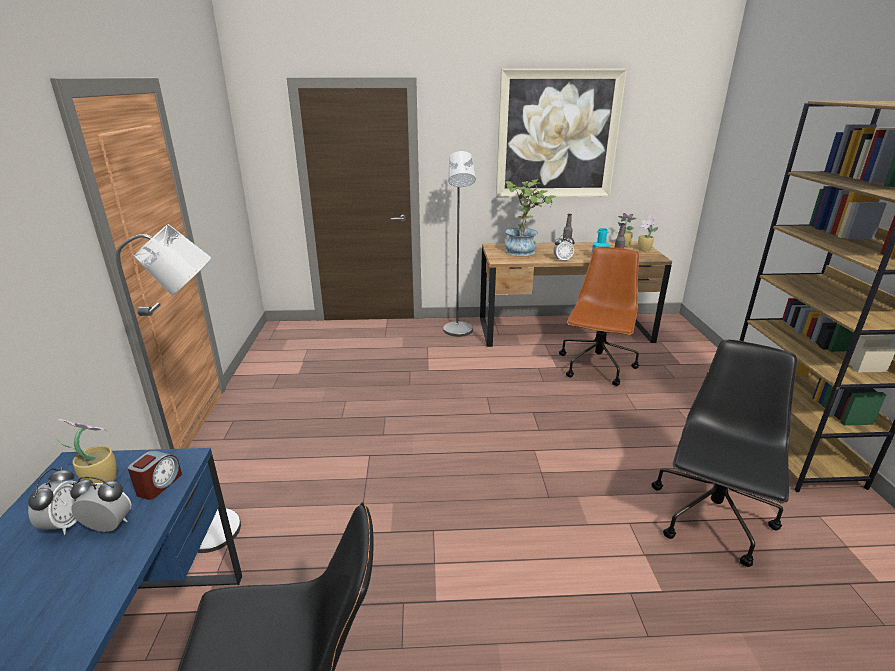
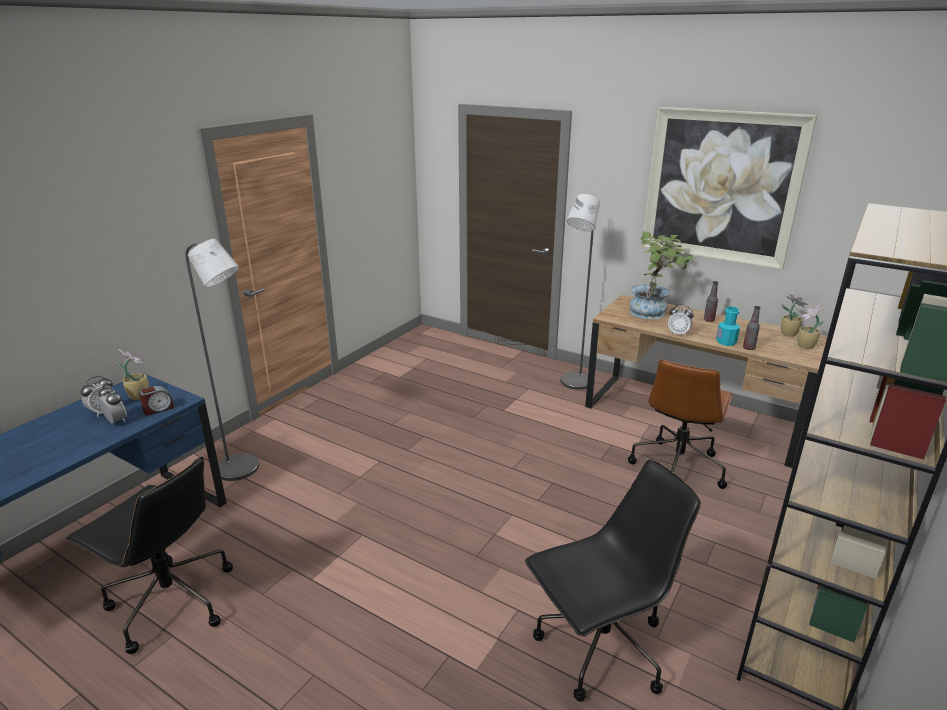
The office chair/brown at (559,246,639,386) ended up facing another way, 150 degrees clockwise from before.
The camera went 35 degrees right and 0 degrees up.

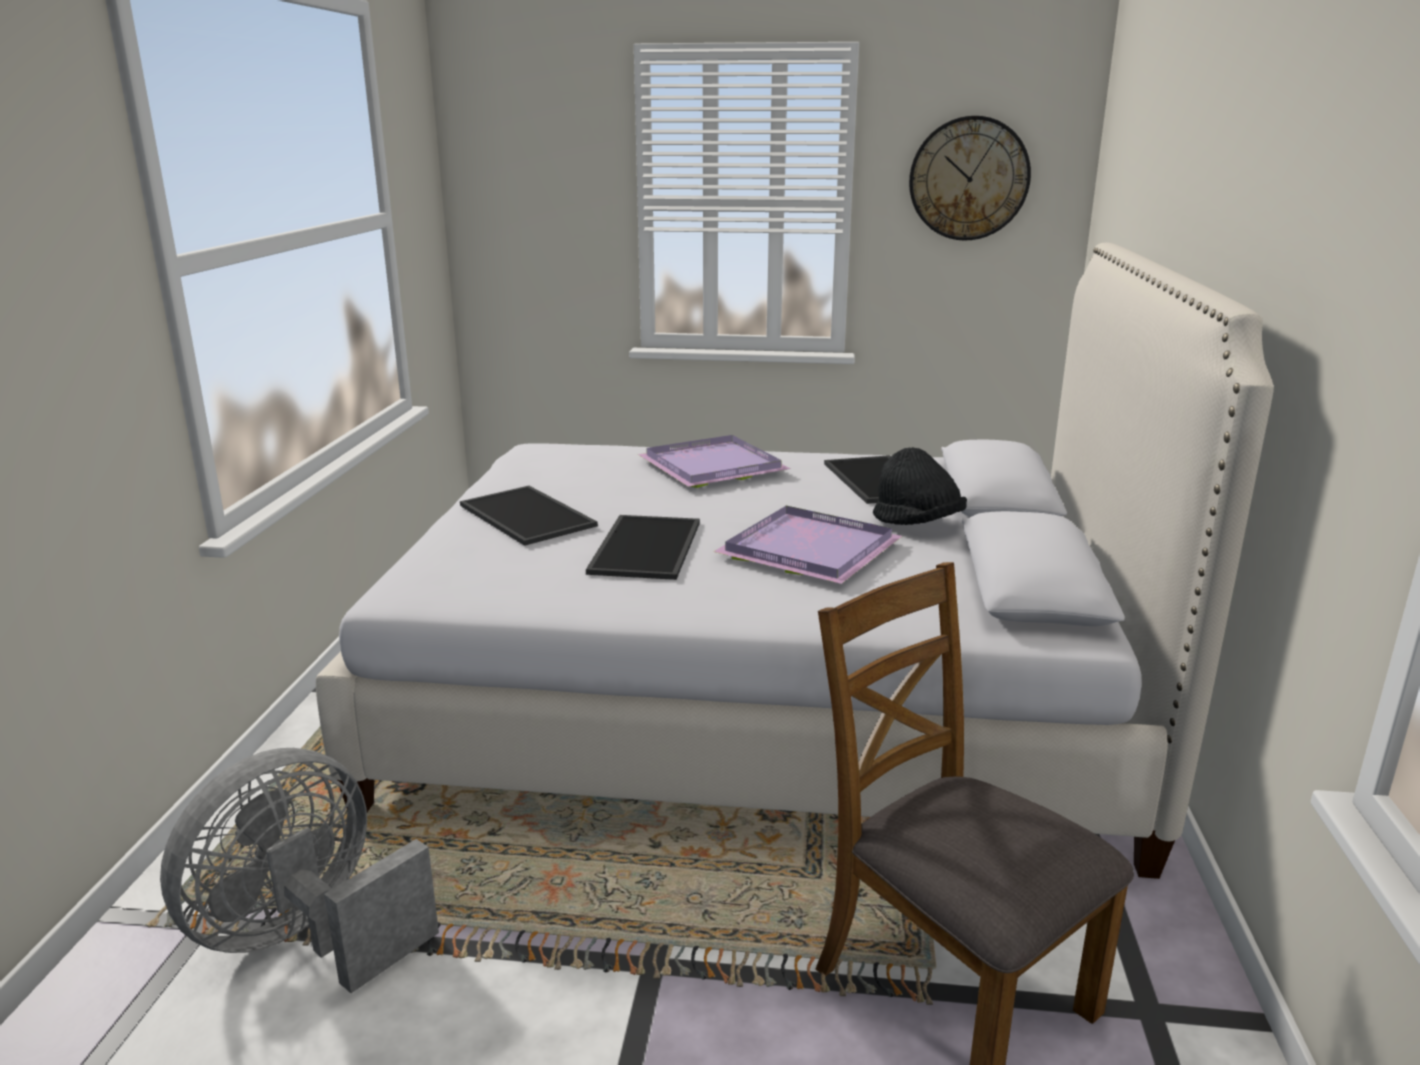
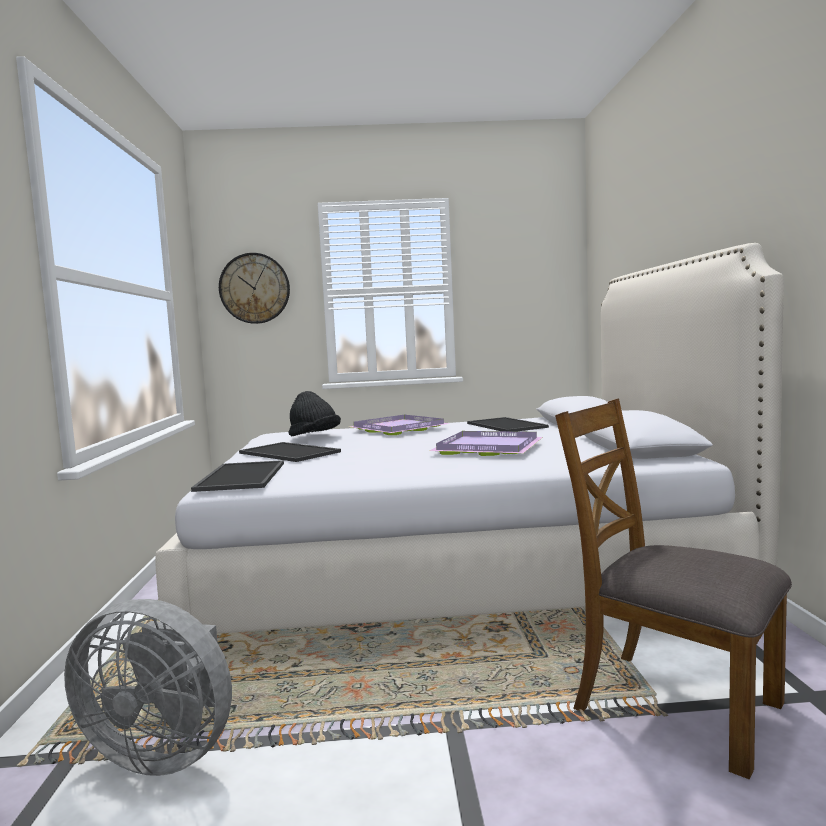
The fan/grey at (160,748,439,993) ended up facing another way, 105 degrees counterclockwise from before.
The tray ended up elsewhere, having gone from (586,515,700,580) to (191,460,284,492).
The hat/black ended up elsewhere, having gone from (873,447,967,525) to (288,391,341,436).
The wall clock ended up elsewhere, having gone from (909,116,1031,241) to (219,253,290,324).
The camera went 10 degrees left and 15 degrees down.

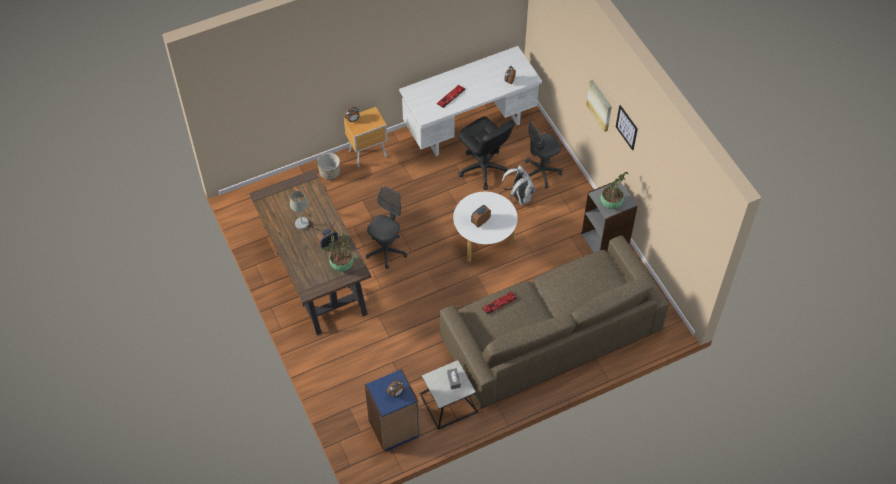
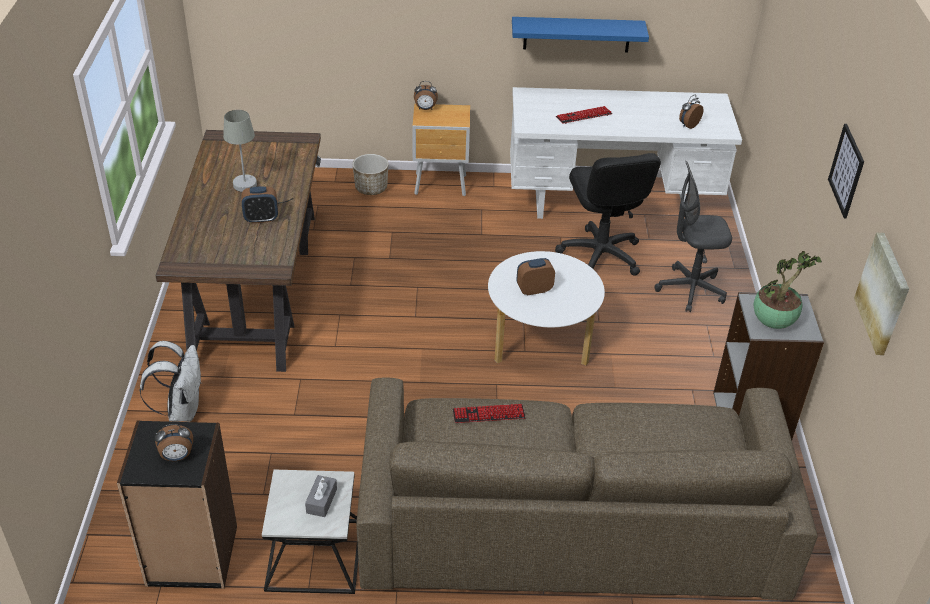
The second view lost the potted plant at (323,233,353,272).
What was the bookcase/blue at (365,369,420,452) turned into the bookcase/black at (117,420,237,589).
The second view lost the office chair/grey at (366,186,408,269).
The backpack/white ended up elsewhere, having gone from (501,165,535,205) to (139,341,202,422).
The picture ended up elsewhere, having gone from (586,80,612,132) to (854,233,909,355).
The second view gained the shelf/blue at (512,17,649,53).
The camera went 25 degrees right and 15 degrees down.

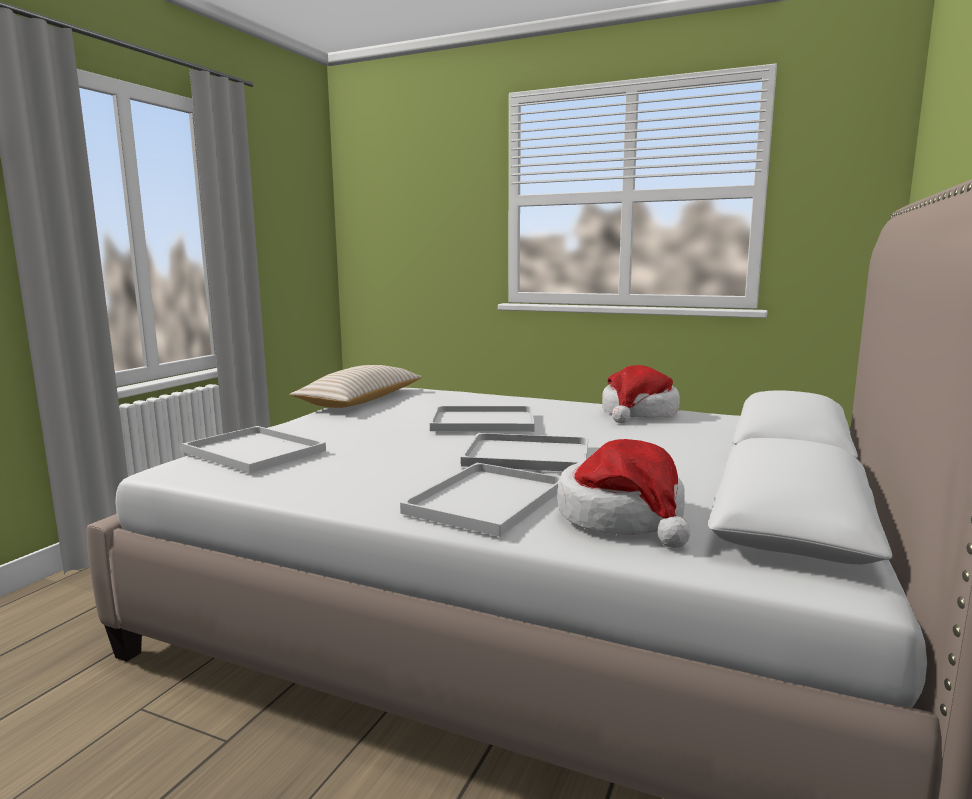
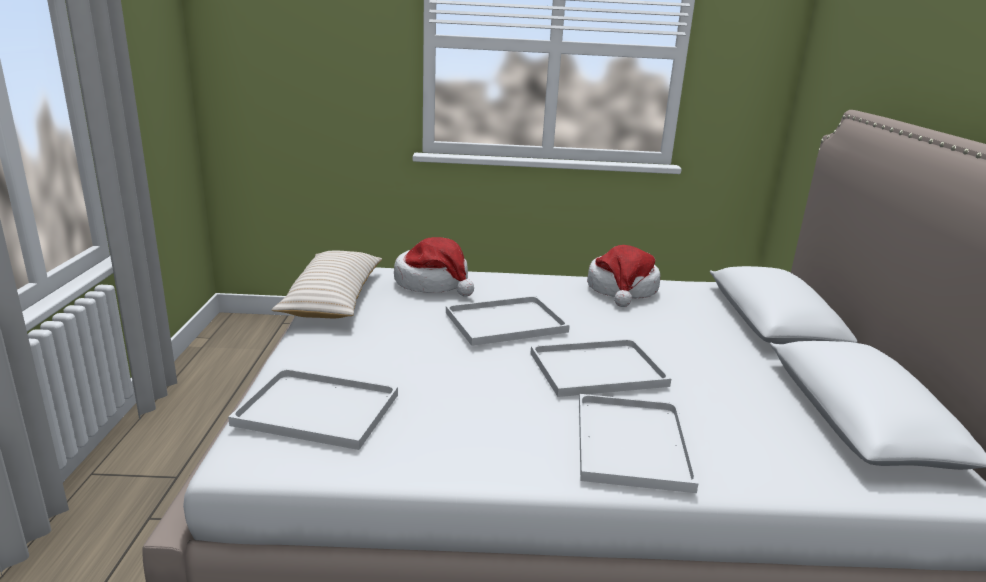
The hat ended up elsewhere, having gone from (557,439,690,548) to (394,237,474,297).
The camera went 25 degrees left and 10 degrees up.

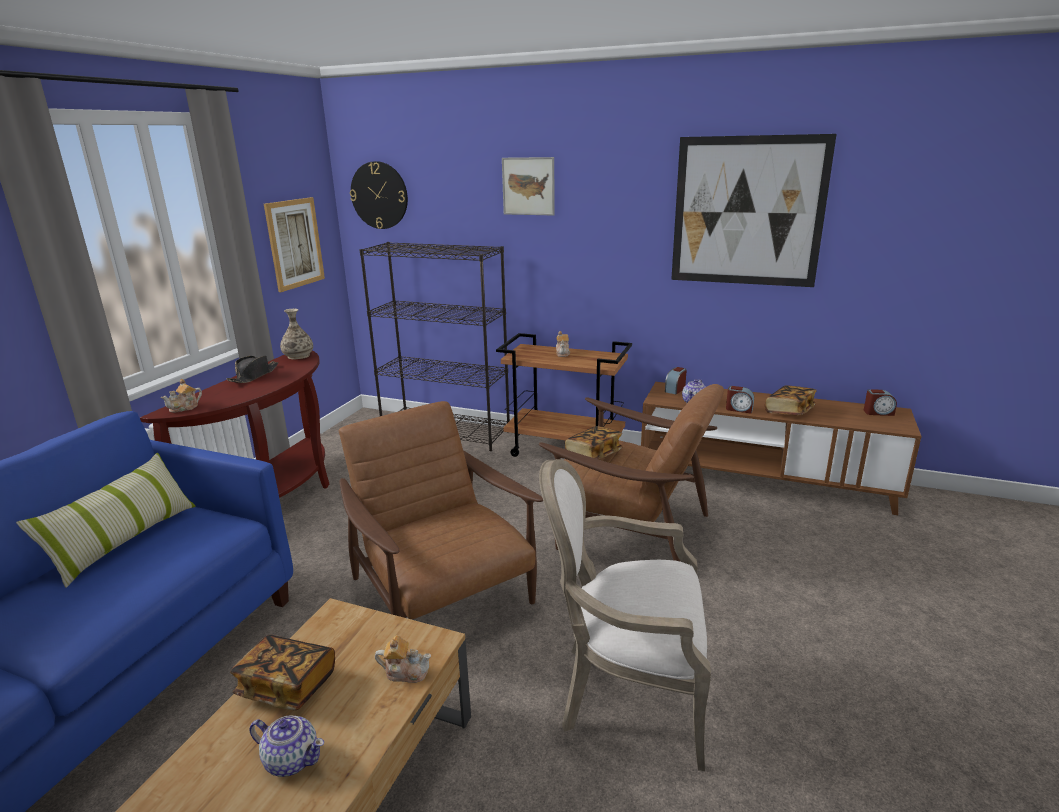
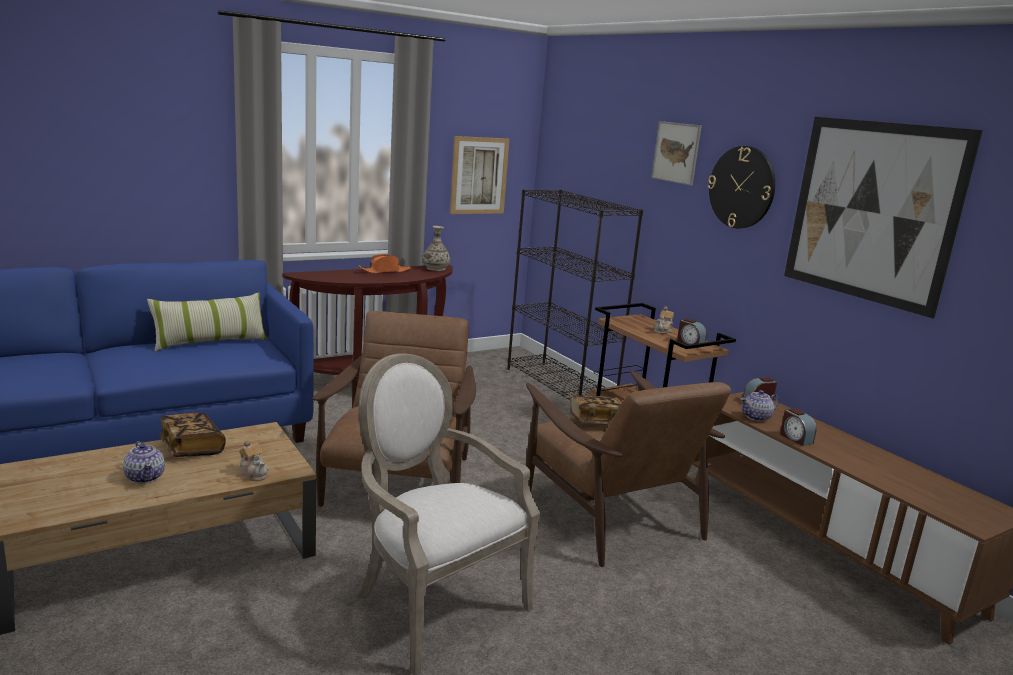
The second view lost the teapot at (161,379,202,413).
What was the hat/black at (227,356,278,383) turned into the hat/orange at (359,254,411,274).
The wall clock ended up elsewhere, having gone from (350,161,408,229) to (708,146,775,228).
The second view lost the book at (765,385,817,415).
The alarm clock ended up elsewhere, having gone from (864,389,897,416) to (677,318,707,348).
The camera went 35 degrees right and 5 degrees down.

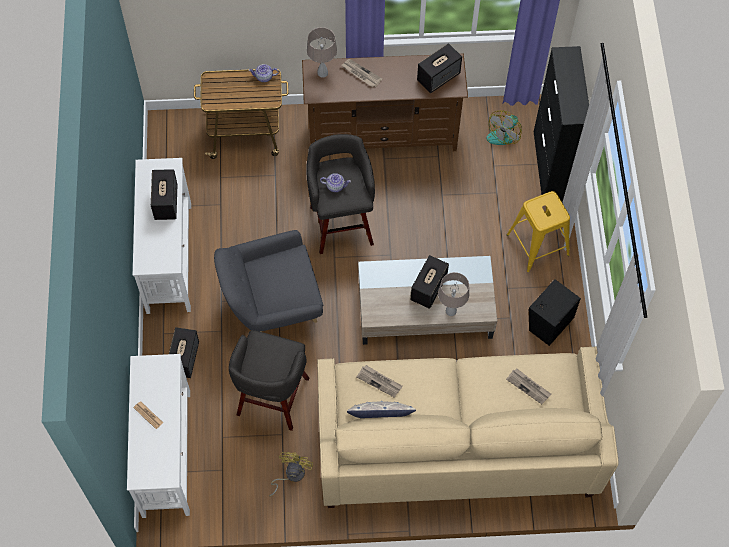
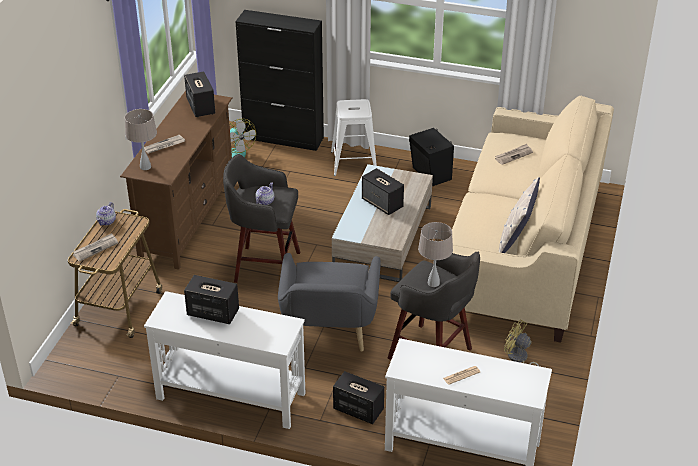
The newspaper ended up elsewhere, having gone from (356,365,403,398) to (73,233,118,262).
The table lamp/beige ended up elsewhere, having gone from (438,272,469,316) to (418,222,453,287).
What was the stool/yellow at (507,191,570,272) turned into the stool/white at (331,99,377,176).
The camera went 70 degrees left and 25 degrees down.

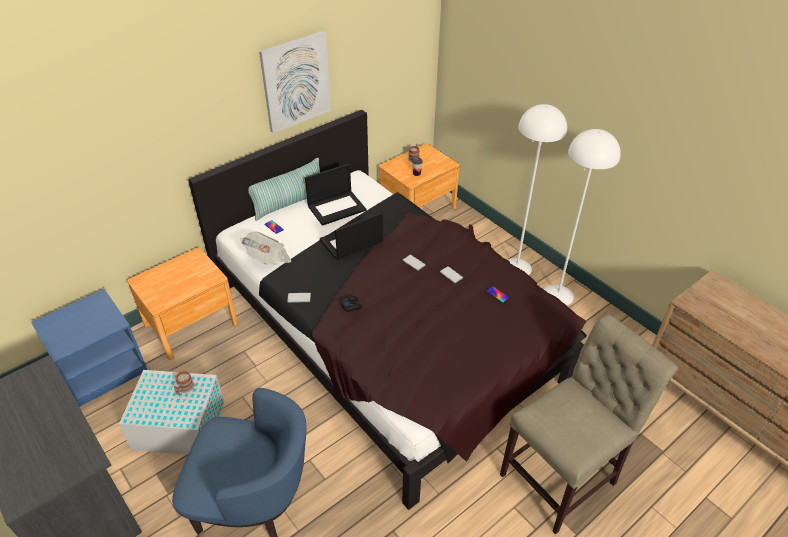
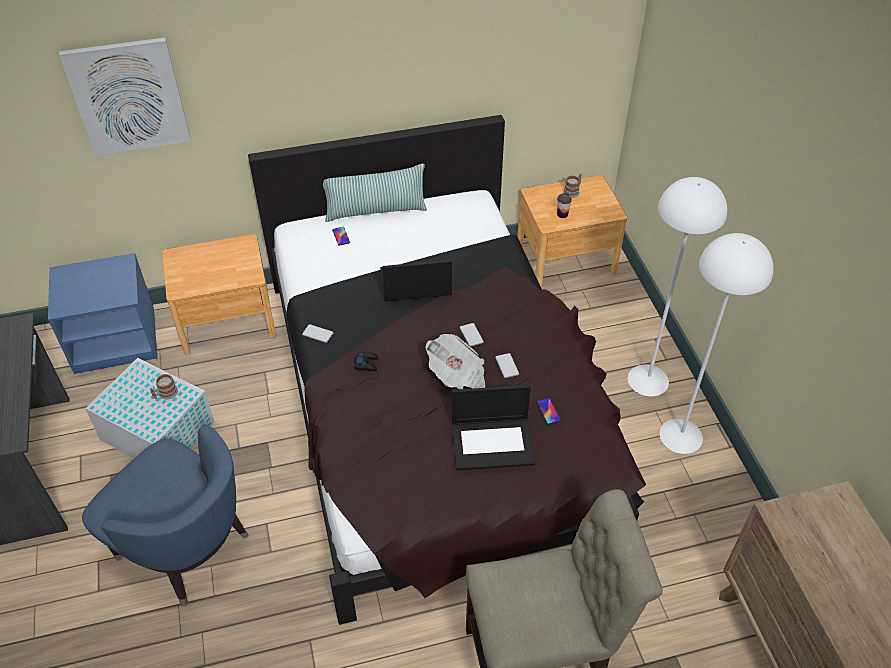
The newspaper ended up elsewhere, having gone from (240,232,291,265) to (426,334,485,389).
The picture ended up elsewhere, having gone from (259,31,331,133) to (59,37,191,156).
The laptop ended up elsewhere, having gone from (305,164,367,226) to (452,385,535,470).
The camera went 25 degrees right and 5 degrees up.

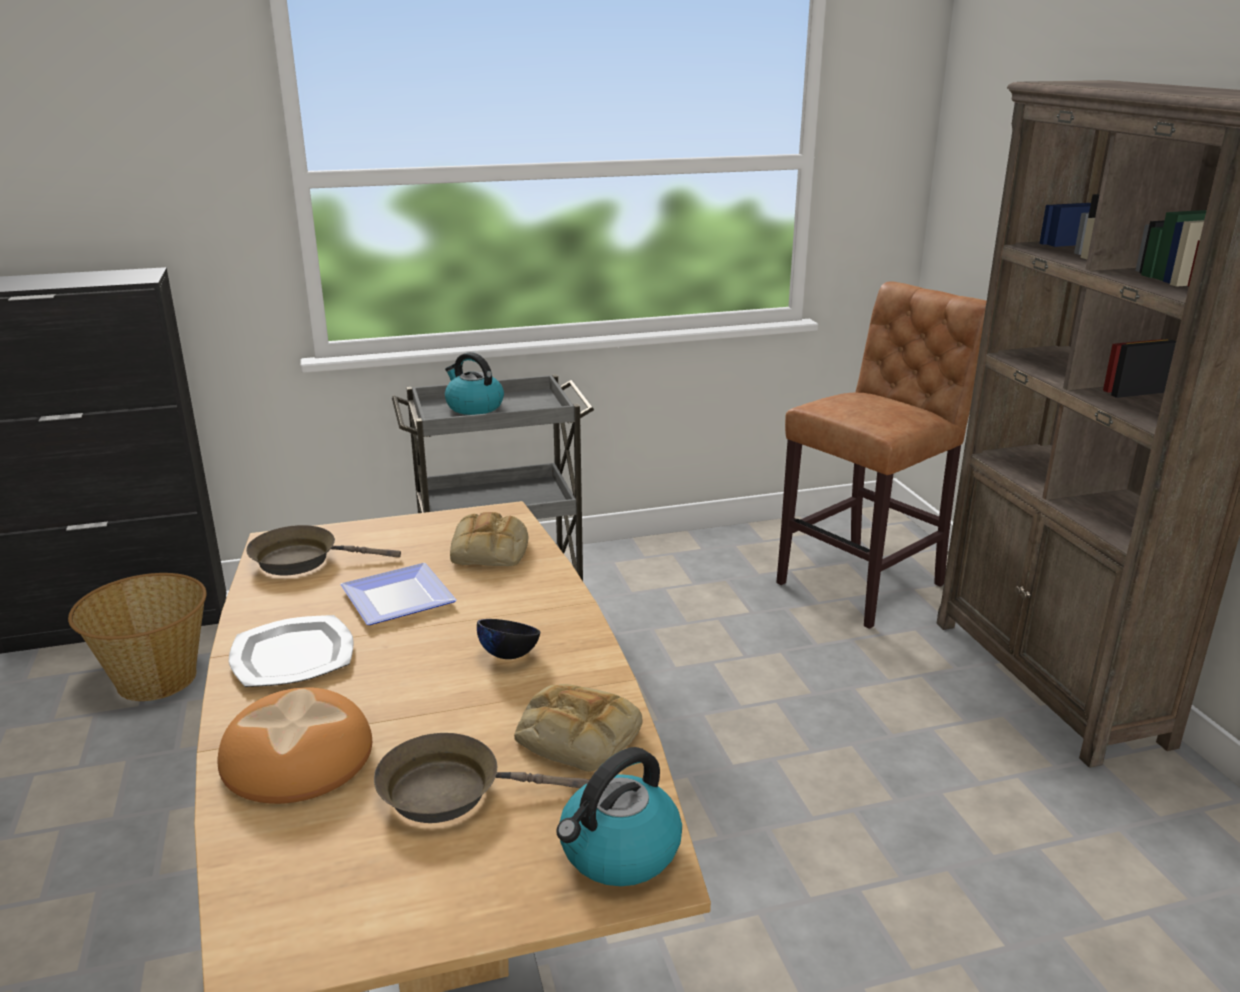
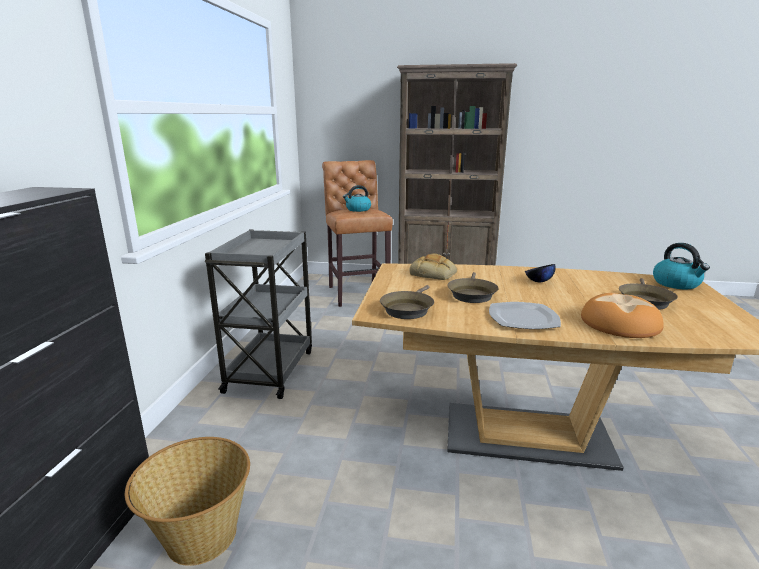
Where the plate stood at (340,563,457,625), the frying pan/brown came to stand at (448,272,499,303).
The kettle ended up elsewhere, having gone from (445,352,504,415) to (343,185,371,212).
The second view lost the bread at (514,684,643,772).
The camera went 65 degrees left and 5 degrees down.

